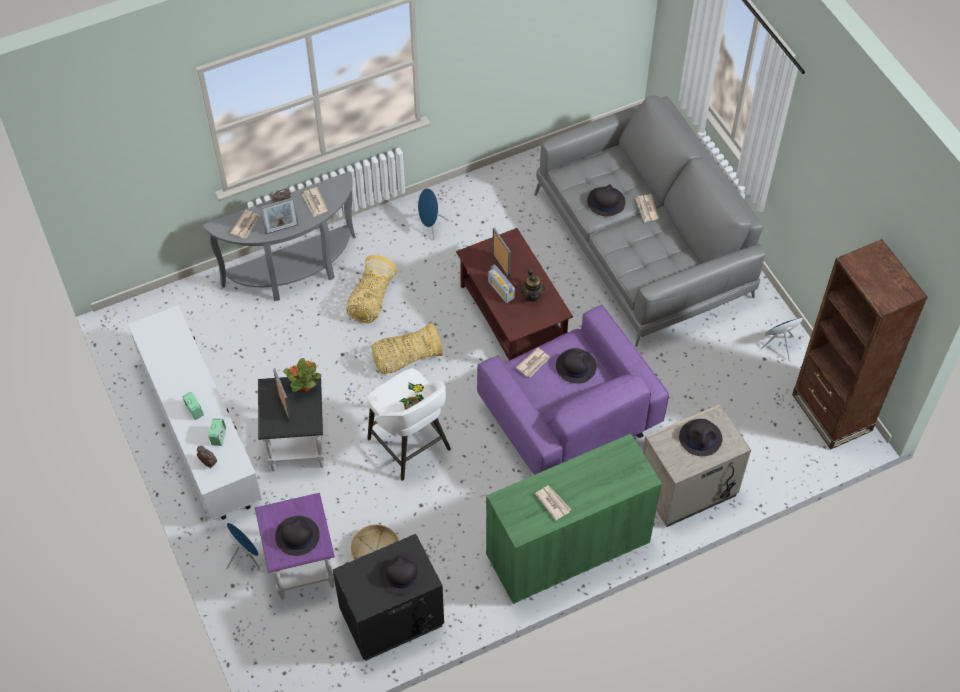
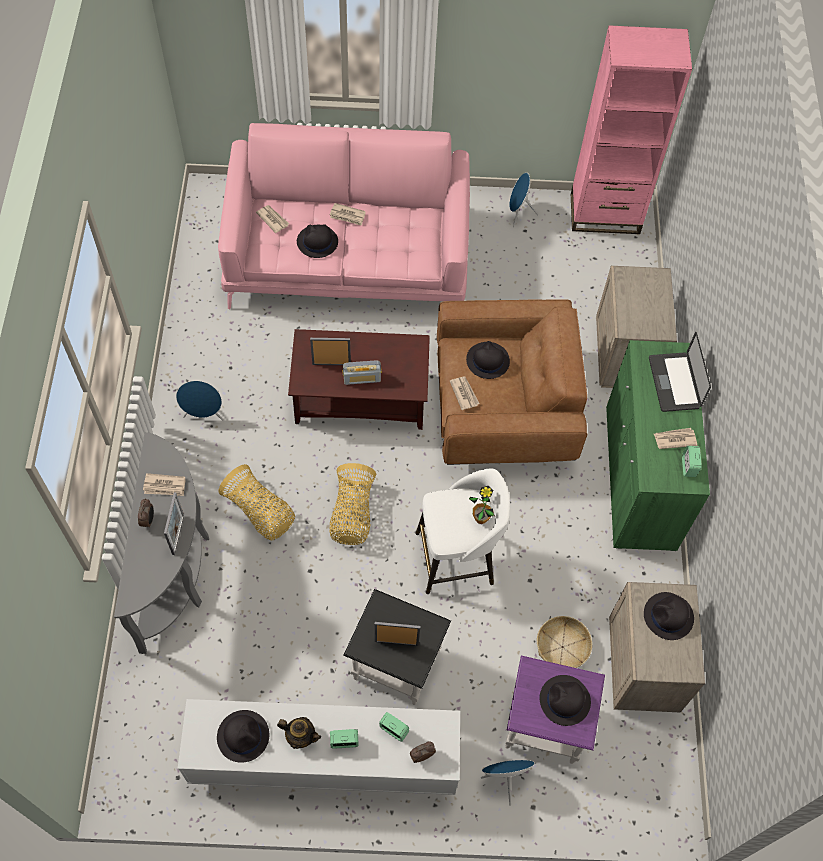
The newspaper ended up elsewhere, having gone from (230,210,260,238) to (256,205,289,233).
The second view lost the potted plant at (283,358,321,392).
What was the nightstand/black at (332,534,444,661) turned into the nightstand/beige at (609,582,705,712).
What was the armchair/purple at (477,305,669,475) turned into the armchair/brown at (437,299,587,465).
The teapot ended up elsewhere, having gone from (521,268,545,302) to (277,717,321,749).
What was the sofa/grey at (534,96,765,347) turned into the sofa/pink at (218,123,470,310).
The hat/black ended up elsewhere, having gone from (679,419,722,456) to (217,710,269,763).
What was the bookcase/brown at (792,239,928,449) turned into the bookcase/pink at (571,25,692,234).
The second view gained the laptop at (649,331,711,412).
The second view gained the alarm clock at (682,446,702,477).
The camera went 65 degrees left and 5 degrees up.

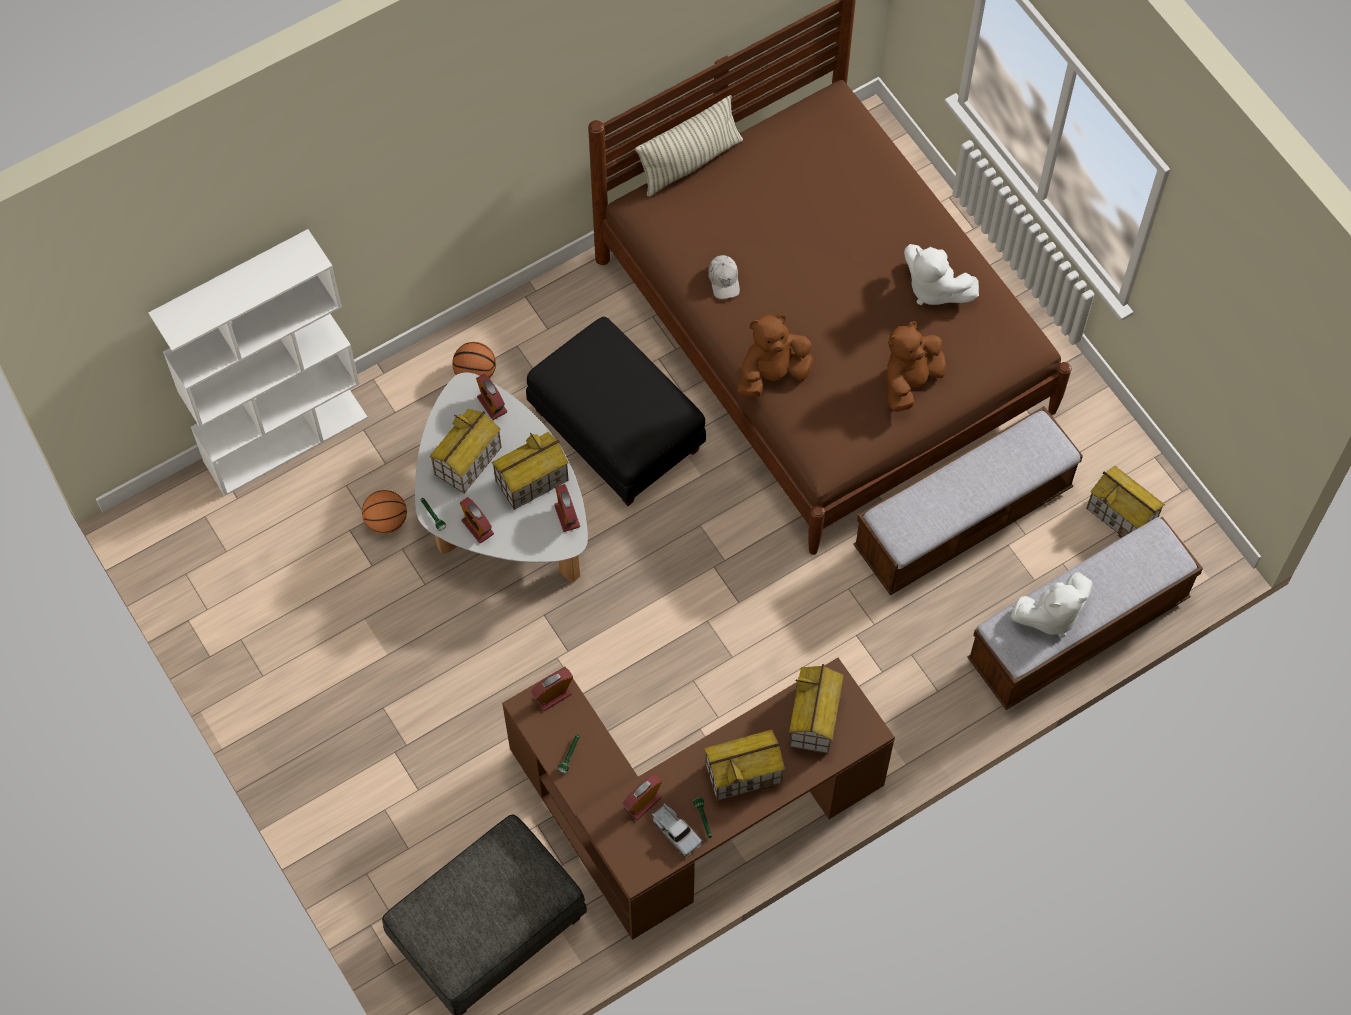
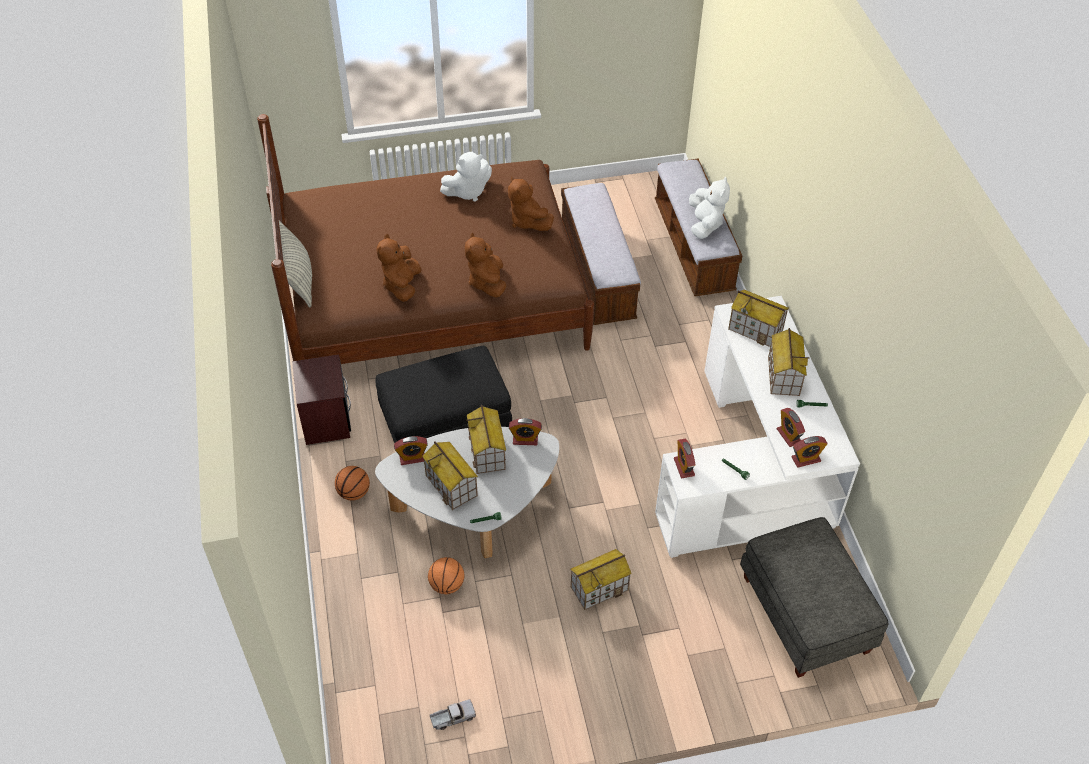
The second view lost the bookcase/white at (148,229,368,496).
The alarm clock ended up elsewhere, having gone from (460,497,494,543) to (792,436,828,468).
What was the desk/brown at (502,658,895,940) turned into the desk/white at (655,296,860,558).
The toy truck ended up elsewhere, having gone from (651,803,703,857) to (430,699,476,730).
Where the cap/white stood at (708,255,740,299), the plush toy/brown came to stand at (376,234,422,302).
The toy house ended up elsewhere, having gone from (1086,466,1165,538) to (570,549,632,610).
The second view gained the nightstand/brown at (292,354,351,445).
The camera went 70 degrees left and 15 degrees down.

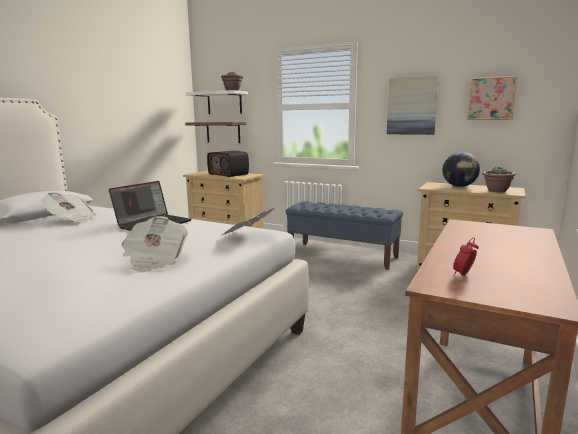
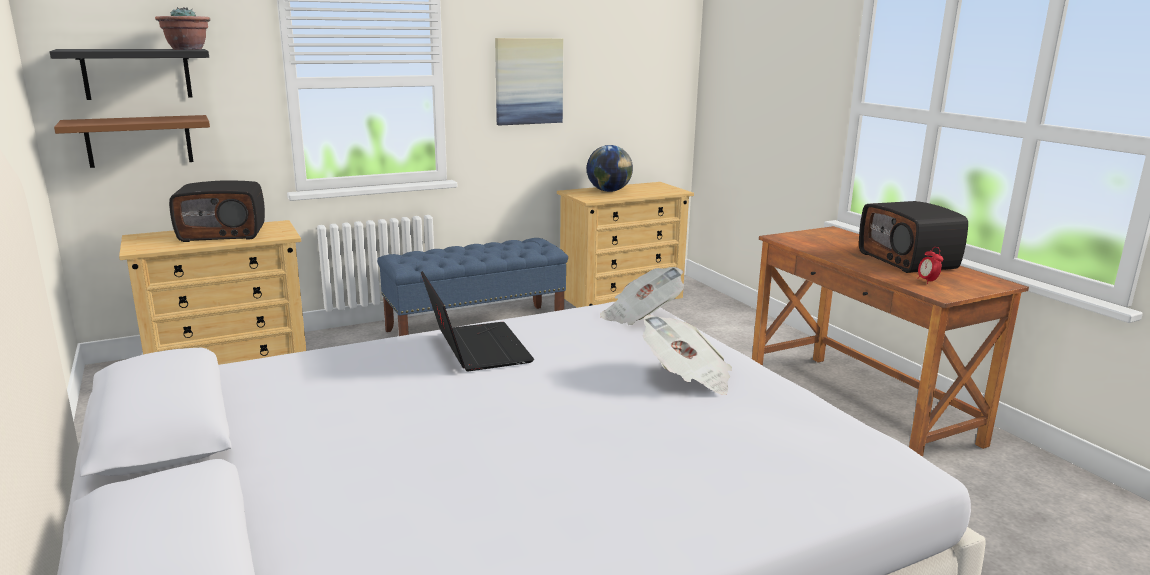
The second view lost the newspaper at (41,192,96,223).
What was the shelf/white at (186,90,248,114) turned into the shelf/black at (50,49,209,100).
The second view lost the picture at (467,76,517,120).
The second view lost the potted plant at (482,167,516,192).
The second view gained the radio at (859,201,968,273).
The camera went 55 degrees left and 5 degrees up.

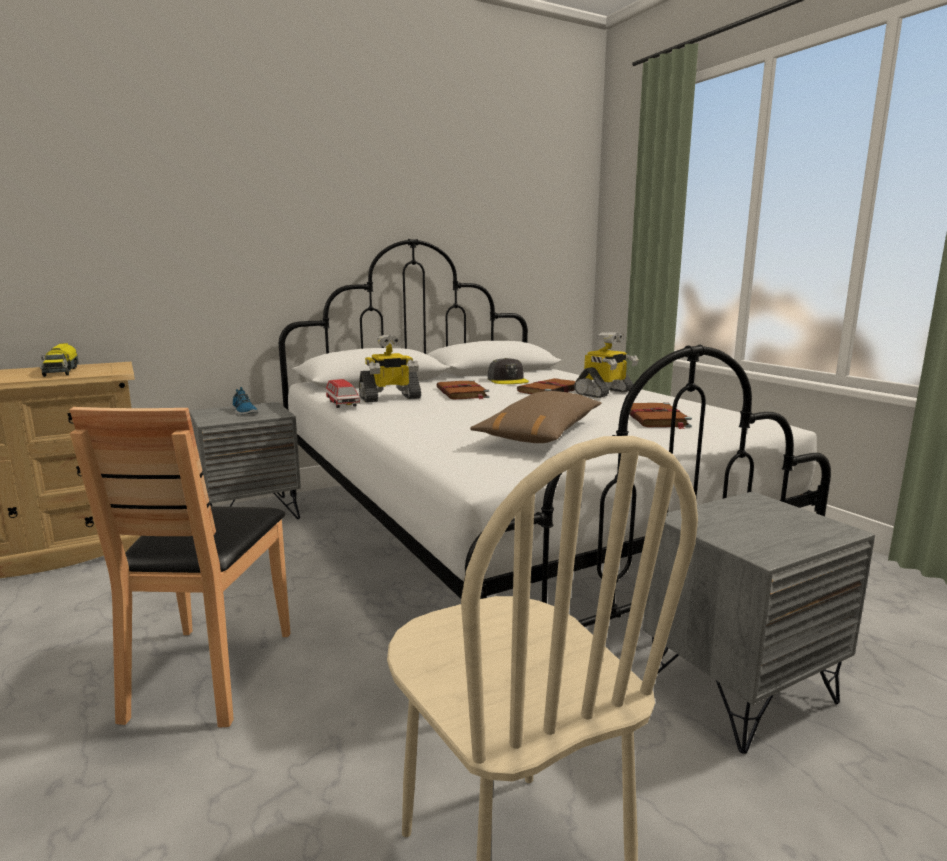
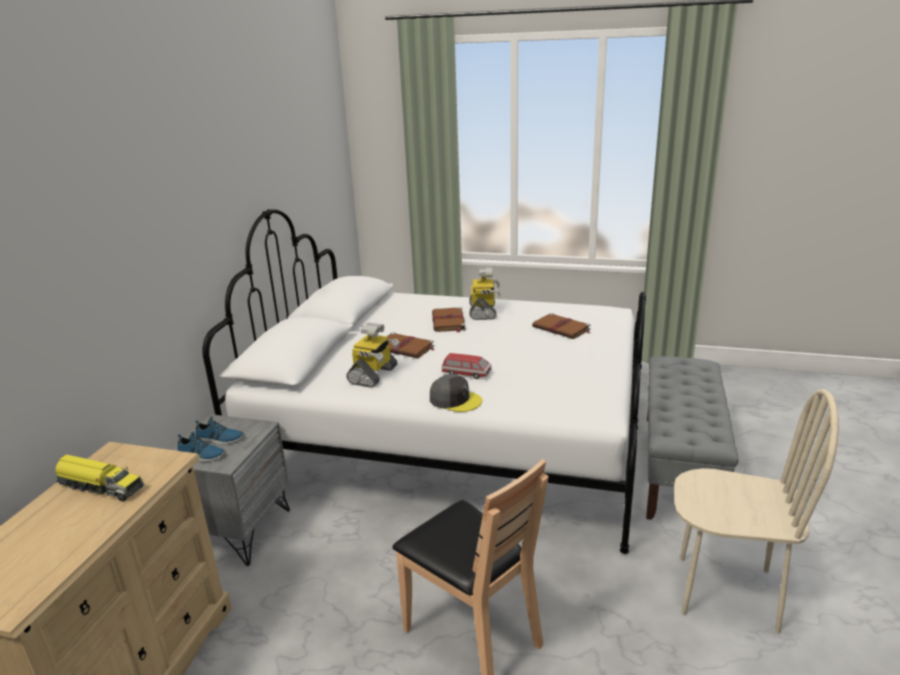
The toy car ended up elsewhere, having gone from (326,379,360,408) to (442,353,492,379).
The second view lost the pillow/brown at (470,391,601,443).
The cap/grey ended up elsewhere, having gone from (488,358,529,384) to (430,374,482,412).
Where the nightstand/grey stood at (643,491,875,754), the bench/grey came to stand at (646,356,738,520).
The second view gained the shoe at (177,432,226,462).
The camera went 45 degrees left and 10 degrees up.

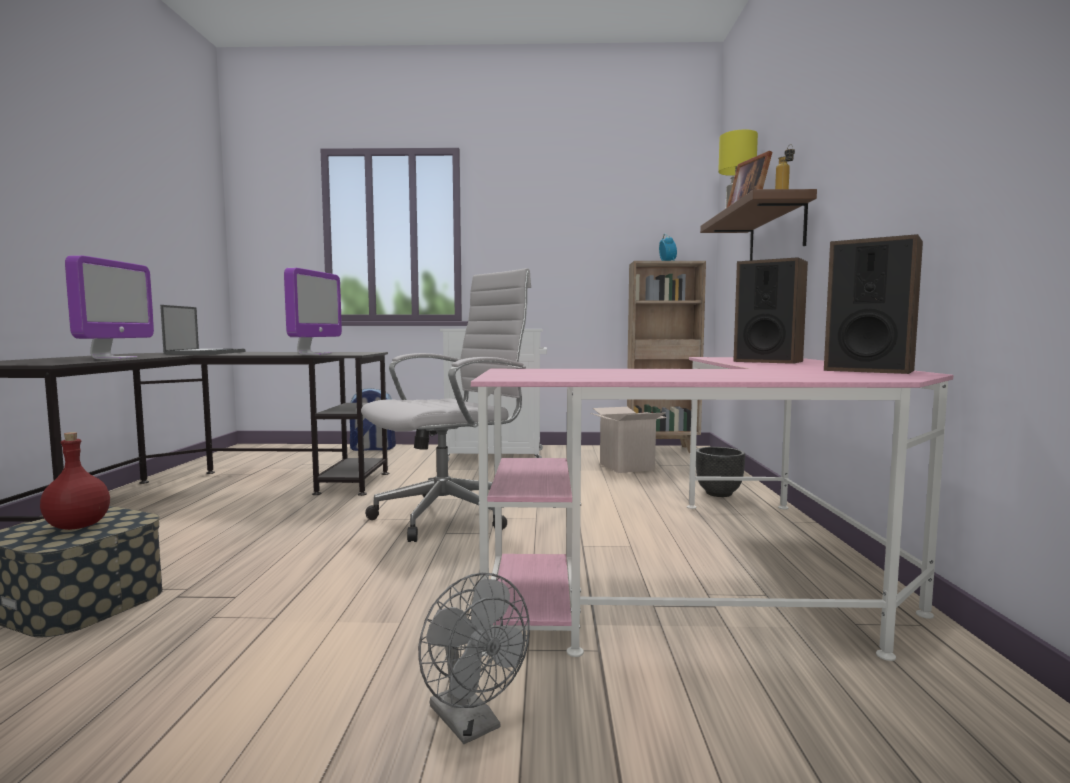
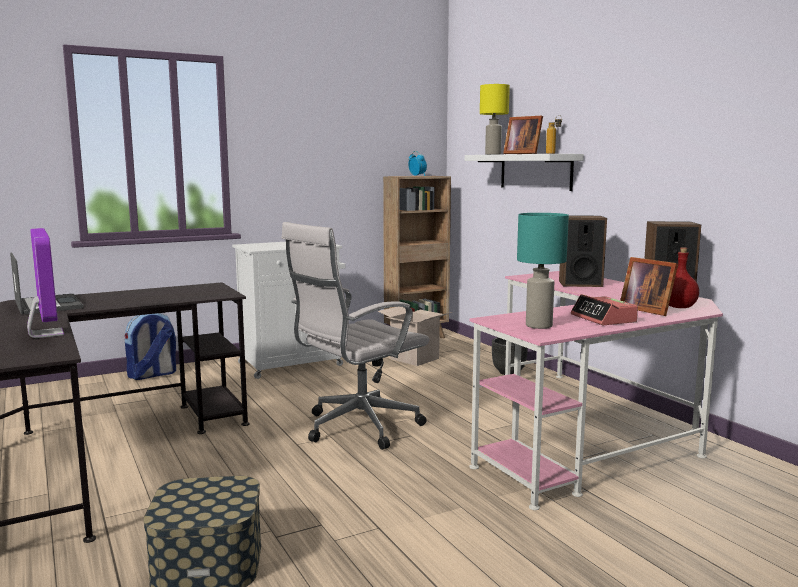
The bottle/red ended up elsewhere, having gone from (40,432,110,530) to (669,247,699,308).
The second view lost the monitor at (284,268,342,355).
The office chair/white at (361,268,531,542) ended up facing another way, 150 degrees counterclockwise from before.
The second view lost the fan/grey at (418,573,530,744).
What was the shelf/brown at (700,189,817,261) turned into the shelf/white at (465,154,584,191).
The second view gained the table lamp/turquoise at (517,213,569,329).
The second view gained the alarm clock at (571,294,638,325).
The second view gained the picture frame at (620,257,678,316).
The camera went 30 degrees left and 5 degrees up.

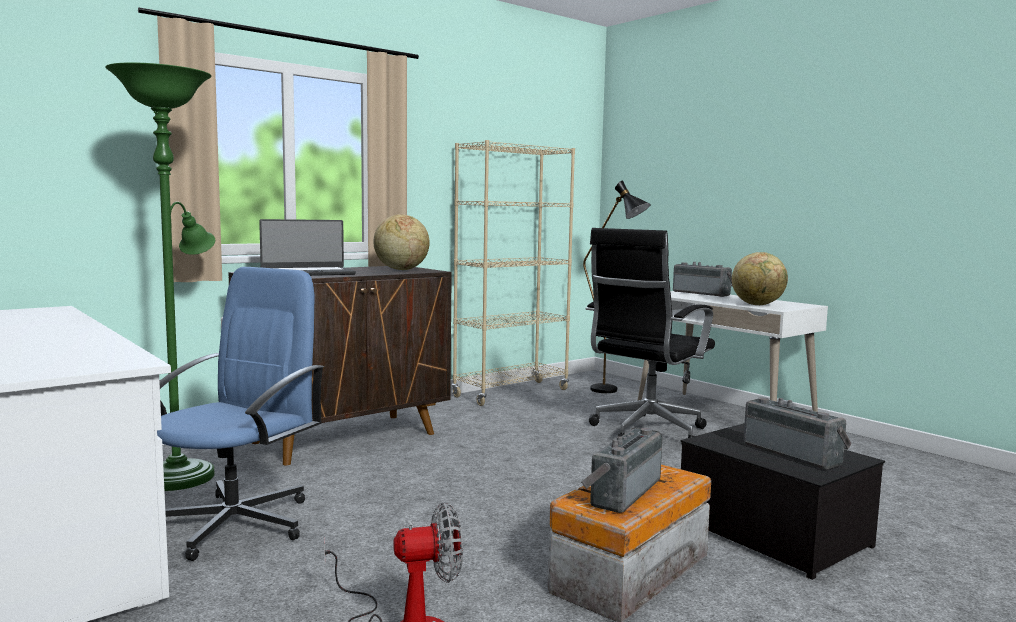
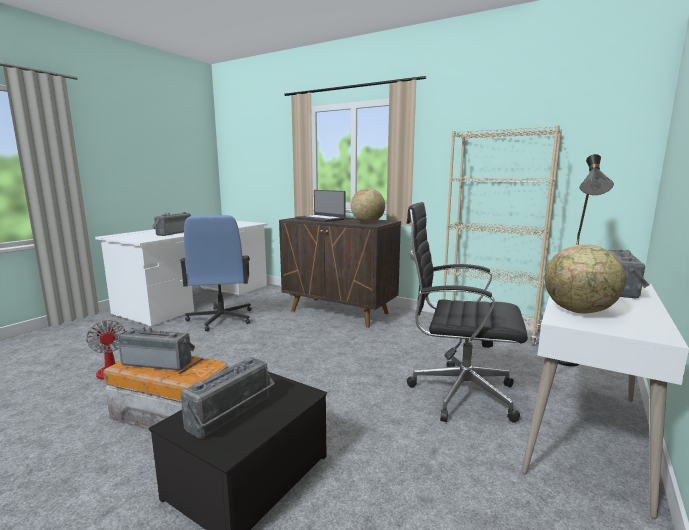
The second view lost the floor lamp/green at (105,62,215,491).
The office chair/blue at (157,267,325,561) ended up facing another way, 75 degrees clockwise from before.
The second view gained the radio at (152,212,191,236).
The camera went 70 degrees right and 5 degrees up.

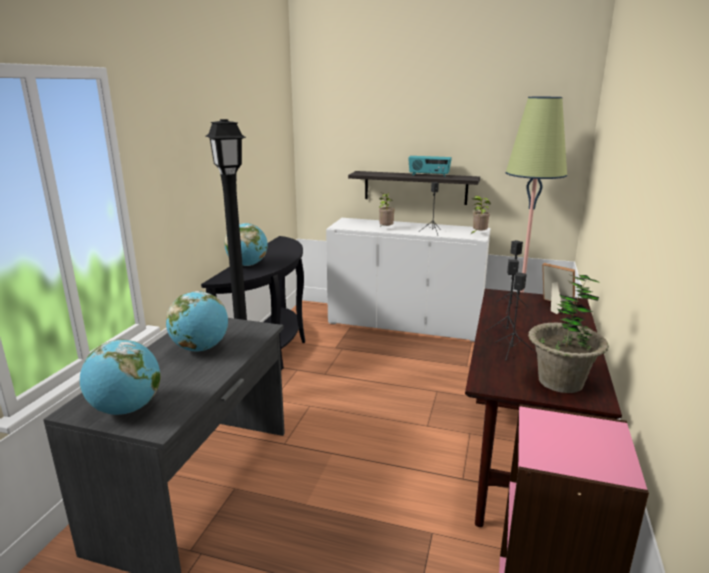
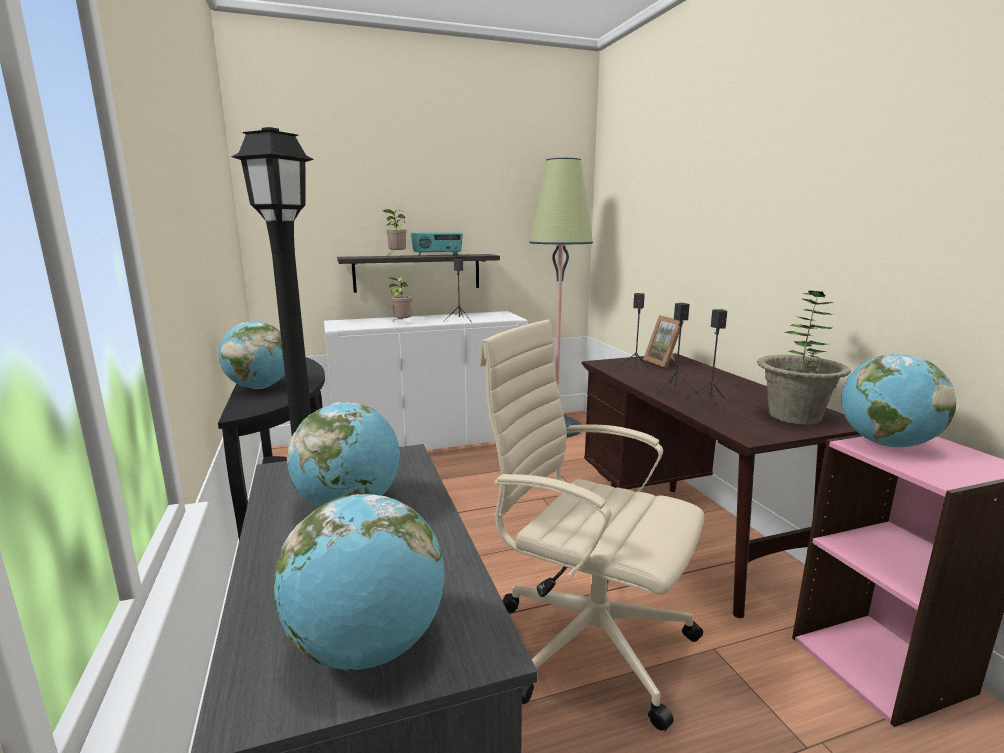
The potted plant ended up elsewhere, having gone from (471,196,491,234) to (383,209,406,257).
The picture frame at (542,263,575,314) ended up facing another way, 120 degrees counterclockwise from before.
The second view gained the office chair/beige at (479,319,704,731).
The second view gained the globe at (841,354,956,447).
The camera went 35 degrees left and 5 degrees down.

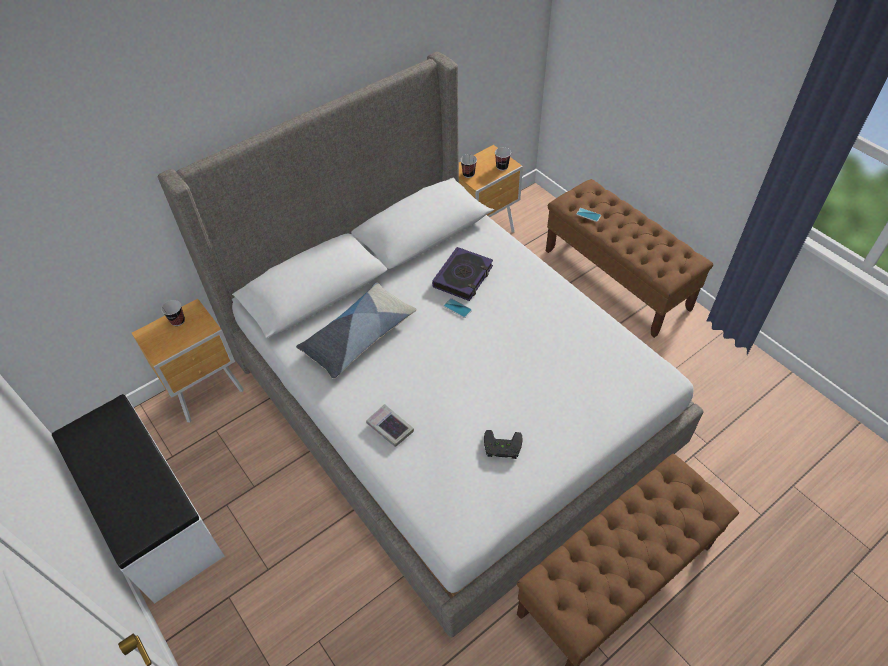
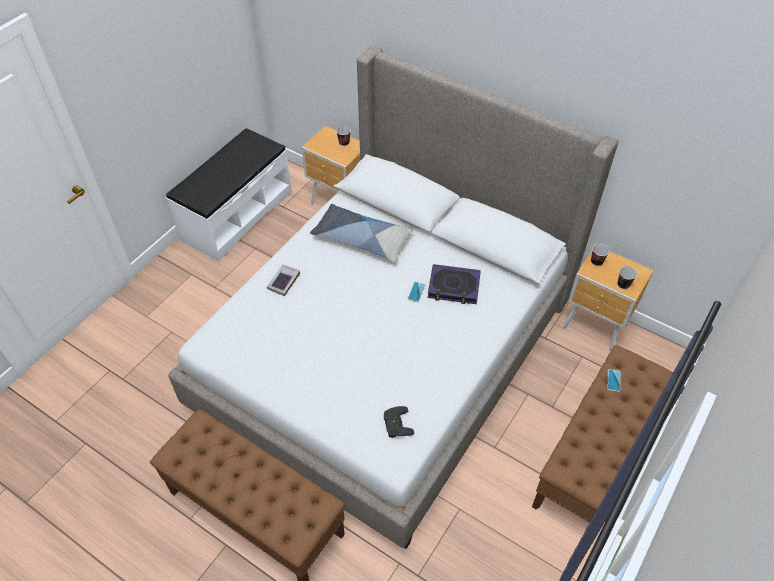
The game controller/black ended up elsewhere, having gone from (484,430,522,459) to (384,406,414,438).
The camera went 70 degrees right and 0 degrees up.

